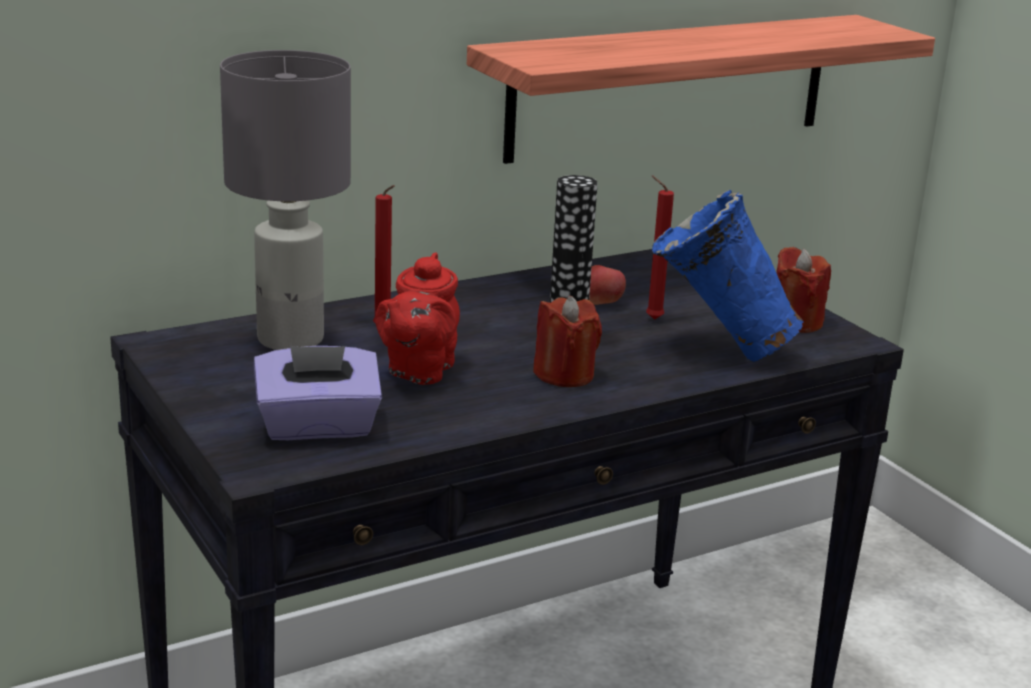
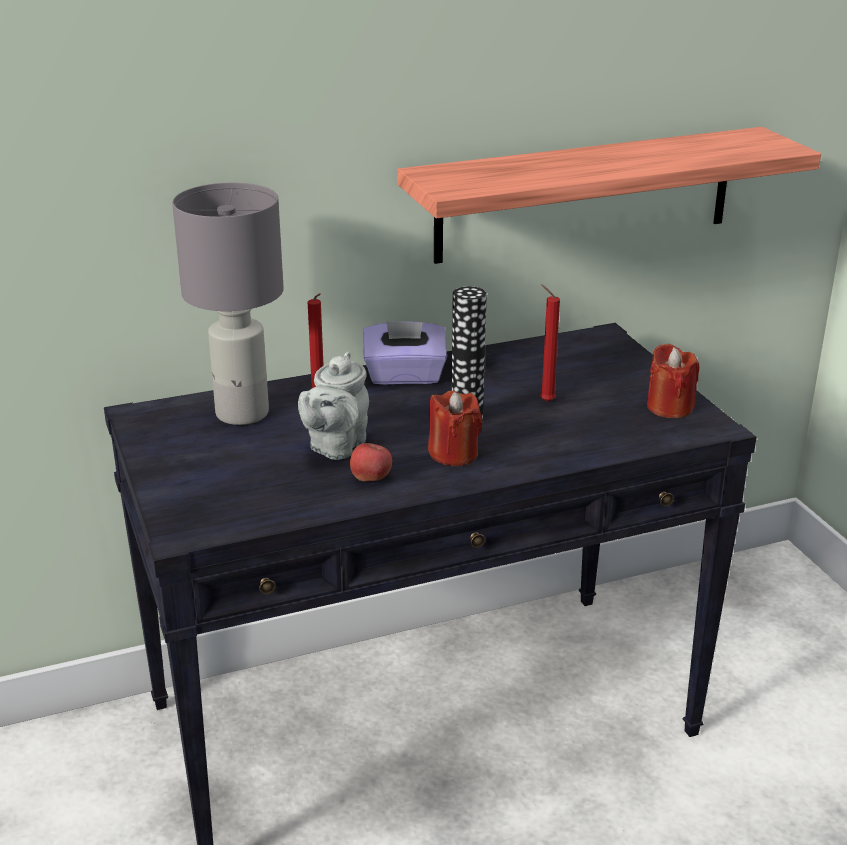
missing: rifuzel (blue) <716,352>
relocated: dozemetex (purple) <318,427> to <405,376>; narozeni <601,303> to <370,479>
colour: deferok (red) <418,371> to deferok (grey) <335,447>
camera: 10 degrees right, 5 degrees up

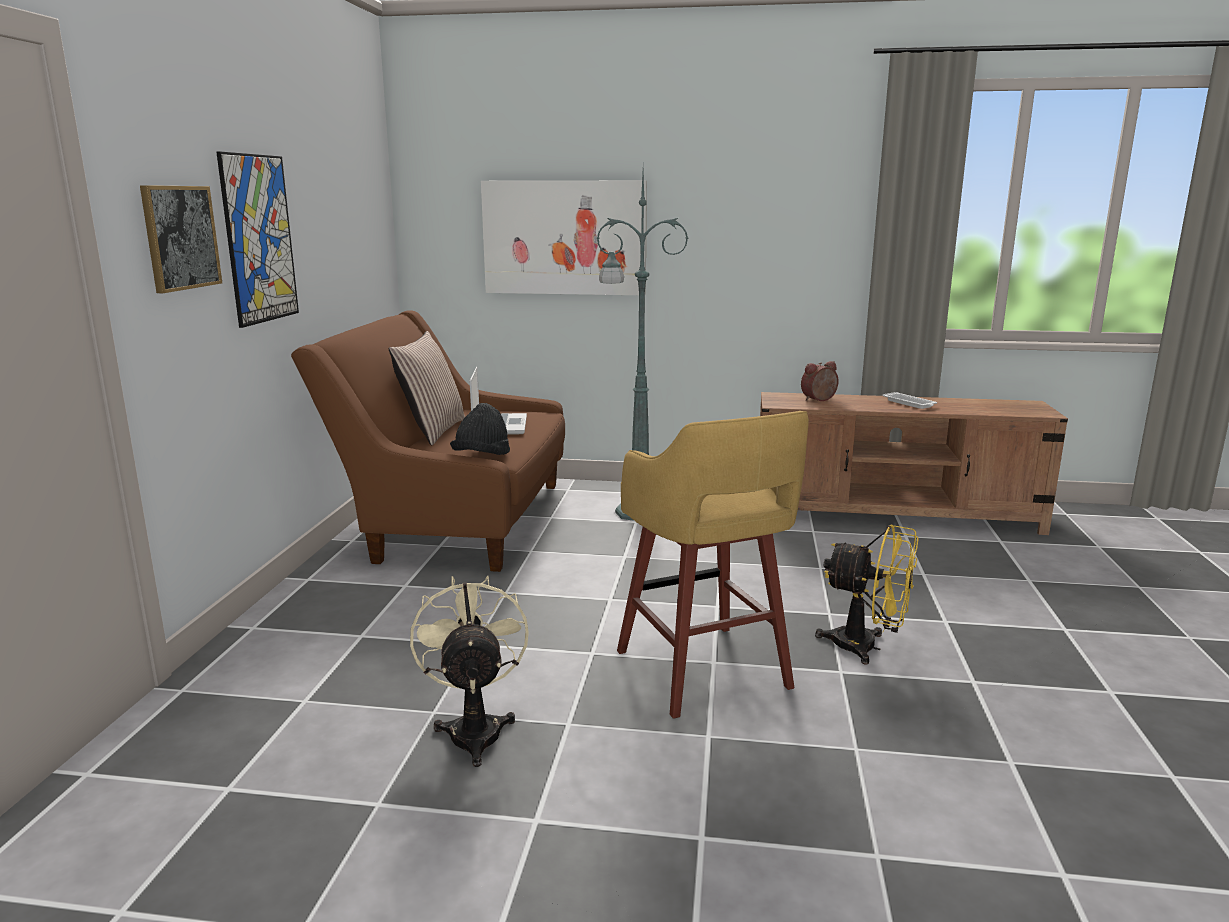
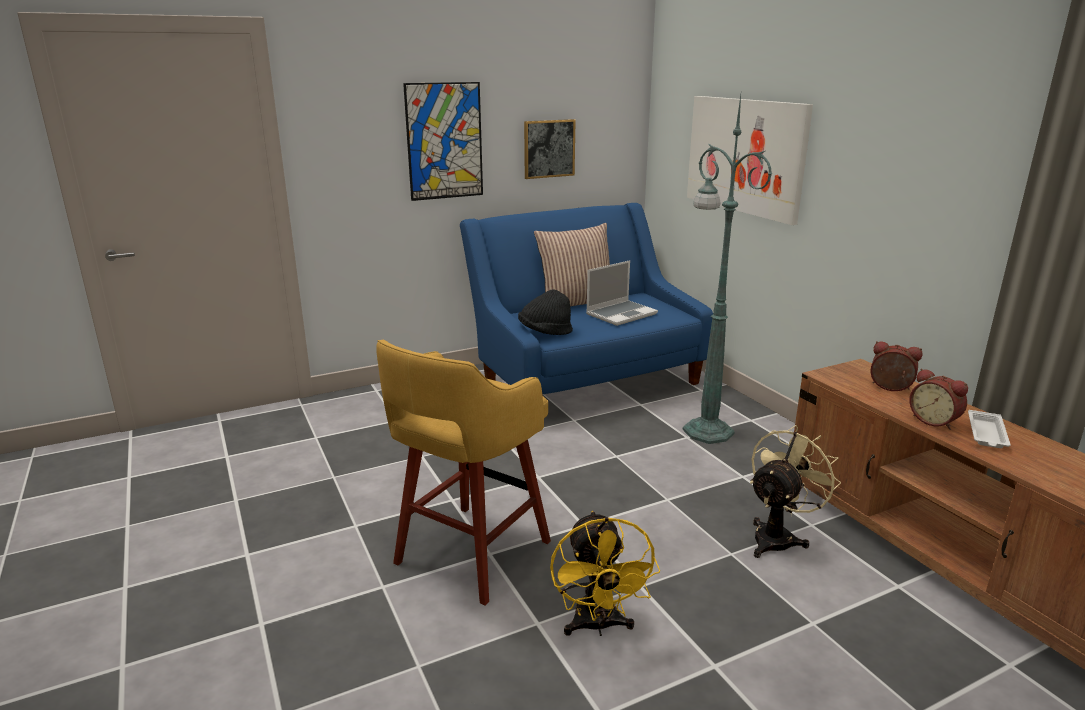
appeared: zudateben <934,421>
relocated: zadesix <180,237> to <549,148>; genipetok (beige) <475,729> to <778,537>
colour: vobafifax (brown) <457,520> to vobafifax (blue) <585,378>
camera: 55 degrees right, 5 degrees up

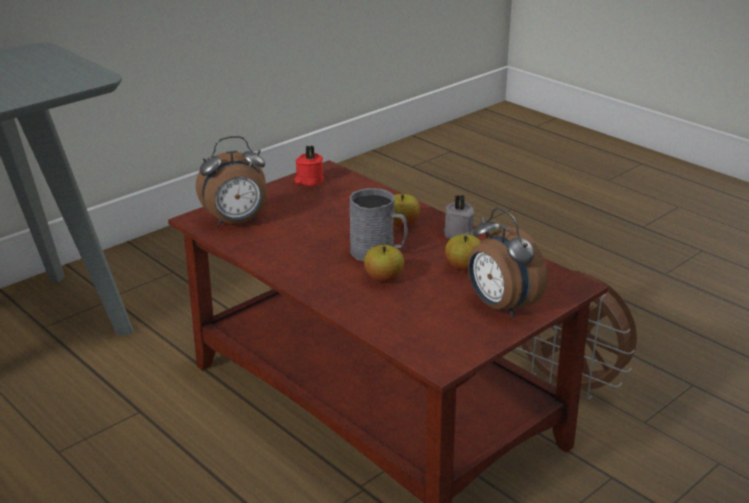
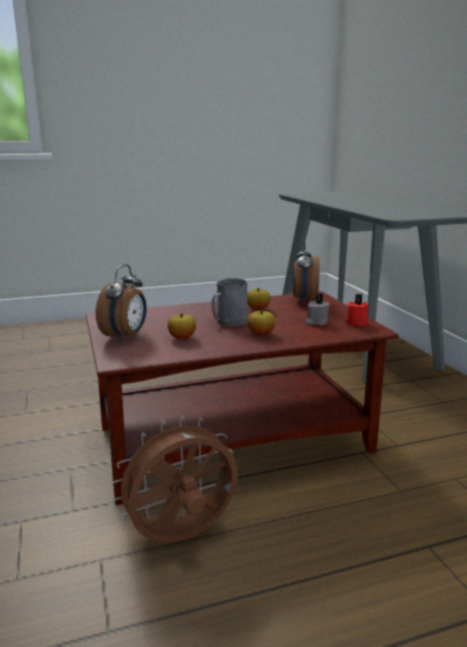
relocated: narozeni <384,278> to <258,309>; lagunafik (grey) <459,234> to <316,322>
spun: zudateben <500,306> = <126,336> 120 degrees clockwise
camera: 115 degrees right, 10 degrees down

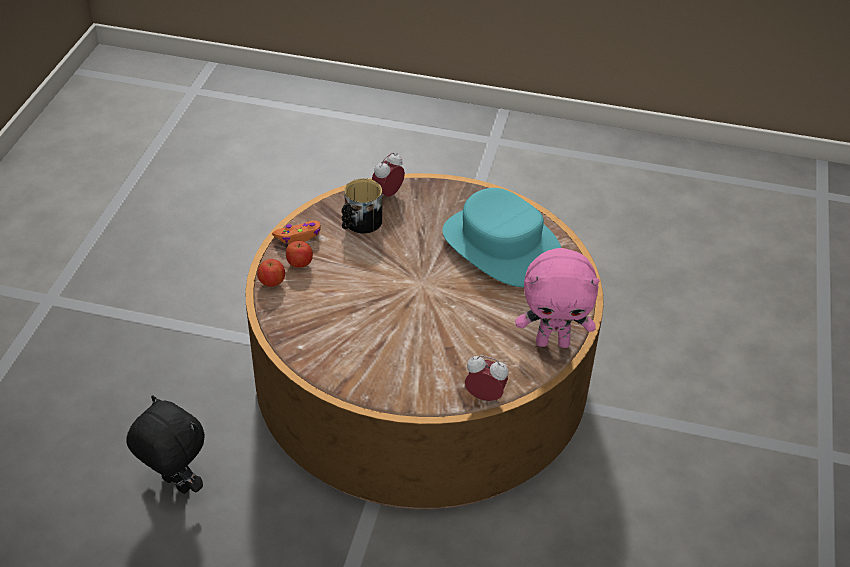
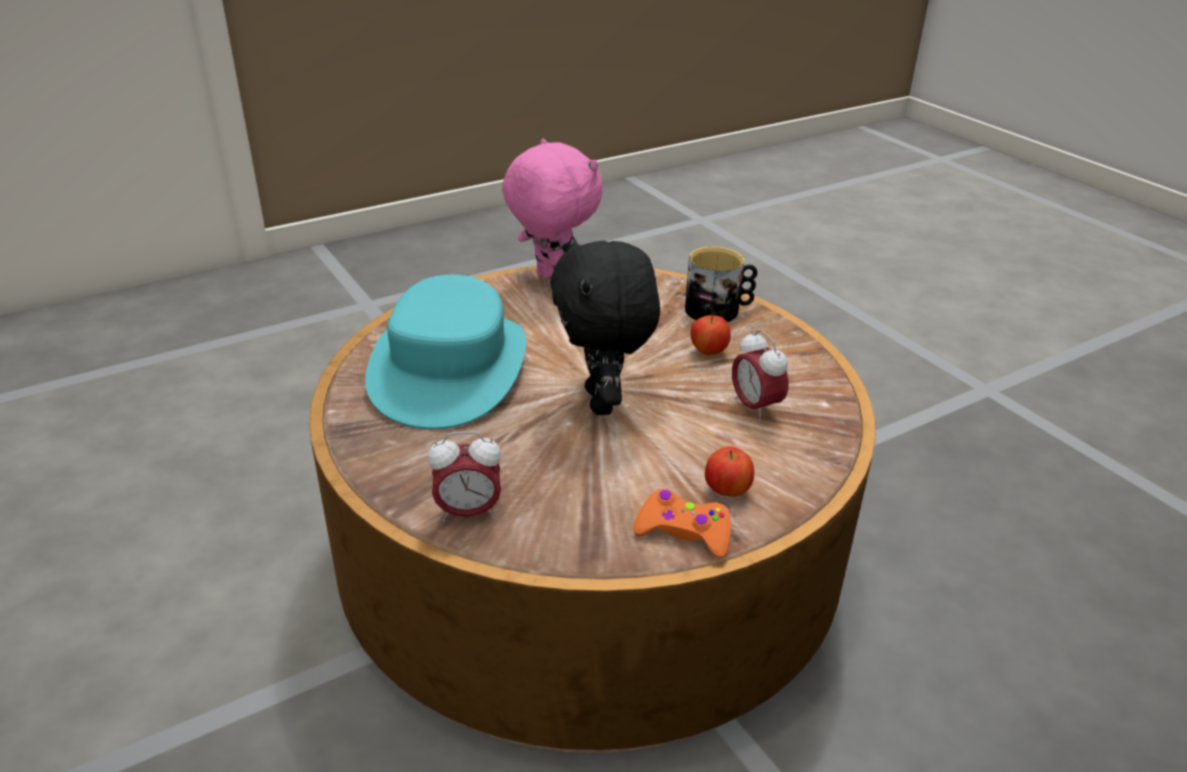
relocated: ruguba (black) <174,485> to <603,402>; narozeni <272,283> to <708,352>; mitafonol <360,223> to <718,310>; zudateben <485,396> to <755,407>
camera: 135 degrees left, 10 degrees down

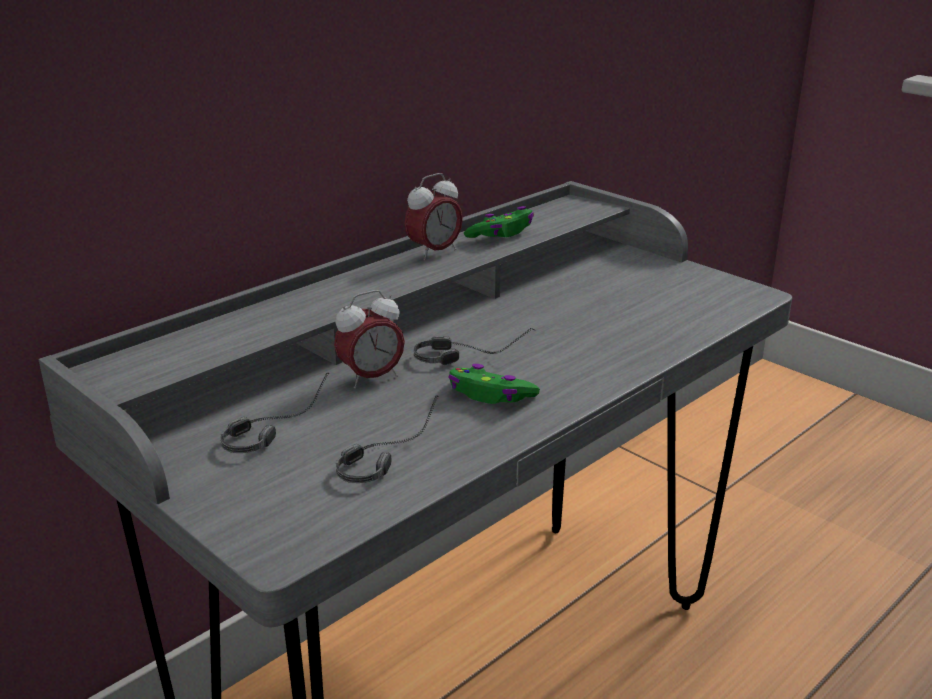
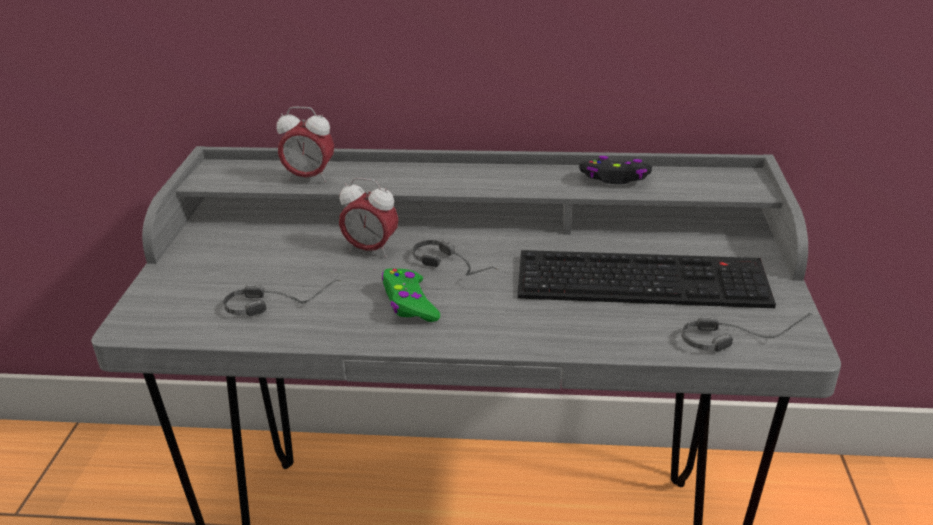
appeared: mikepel <644,278>
relocated: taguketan <275,425> to <741,336>; zudateben <434,252> to <309,178>
colour: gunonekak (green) <501,233> to gunonekak (black) <615,178>
camera: 50 degrees right, 5 degrees up

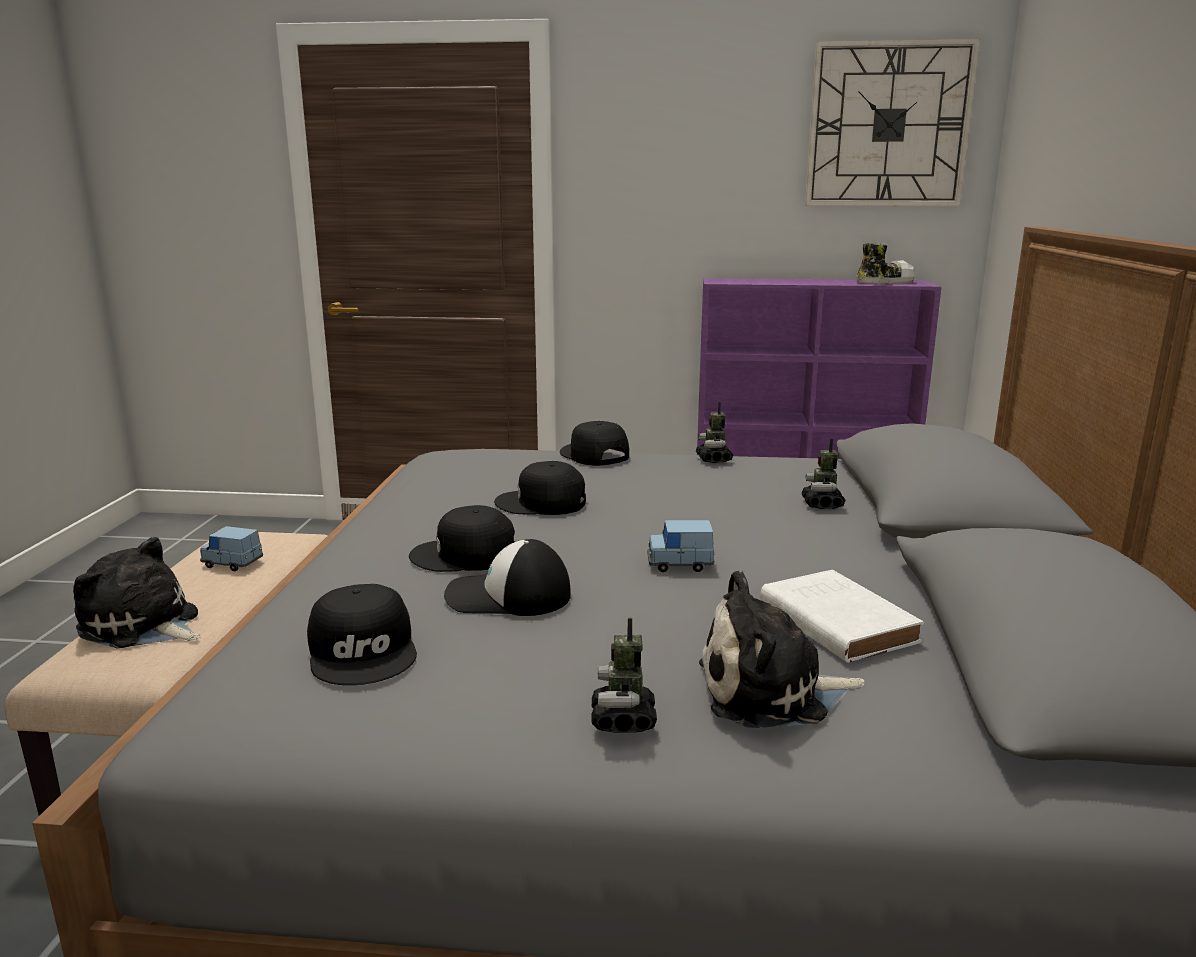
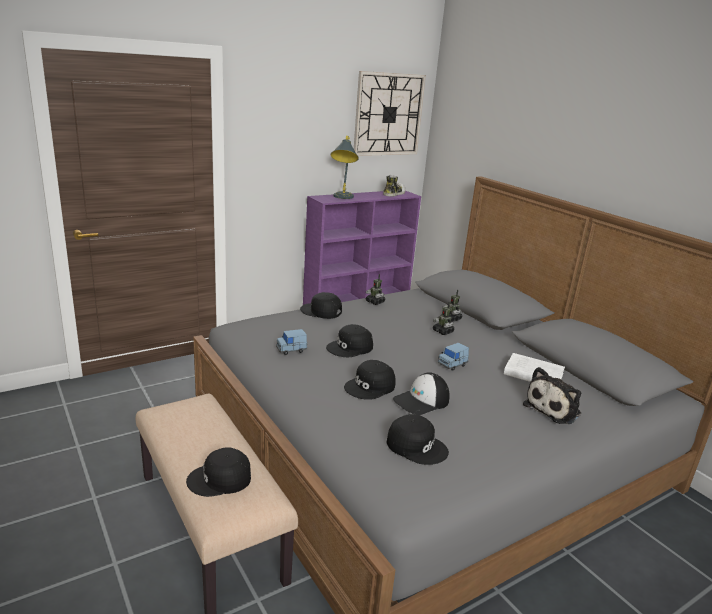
appeared: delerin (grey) <342,198>
relocated: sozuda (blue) <232,563> to <291,349>; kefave <623,720> to <443,331>
exchanged: ruguba <143,626> to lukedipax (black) <220,479>
camera: 40 degrees left, 5 degrees up

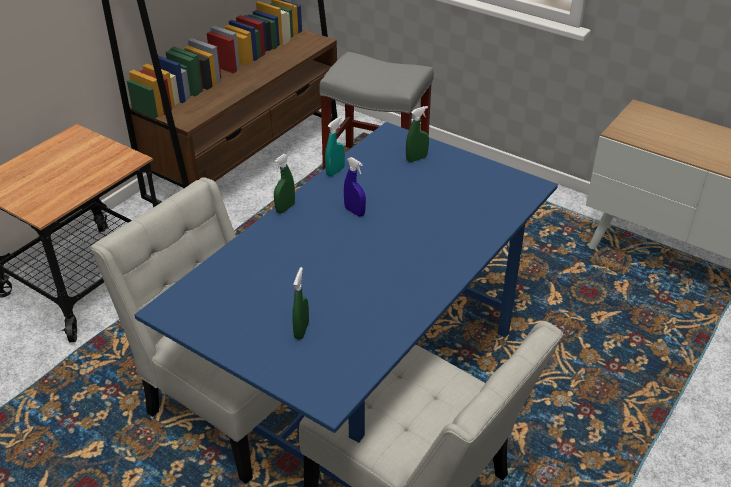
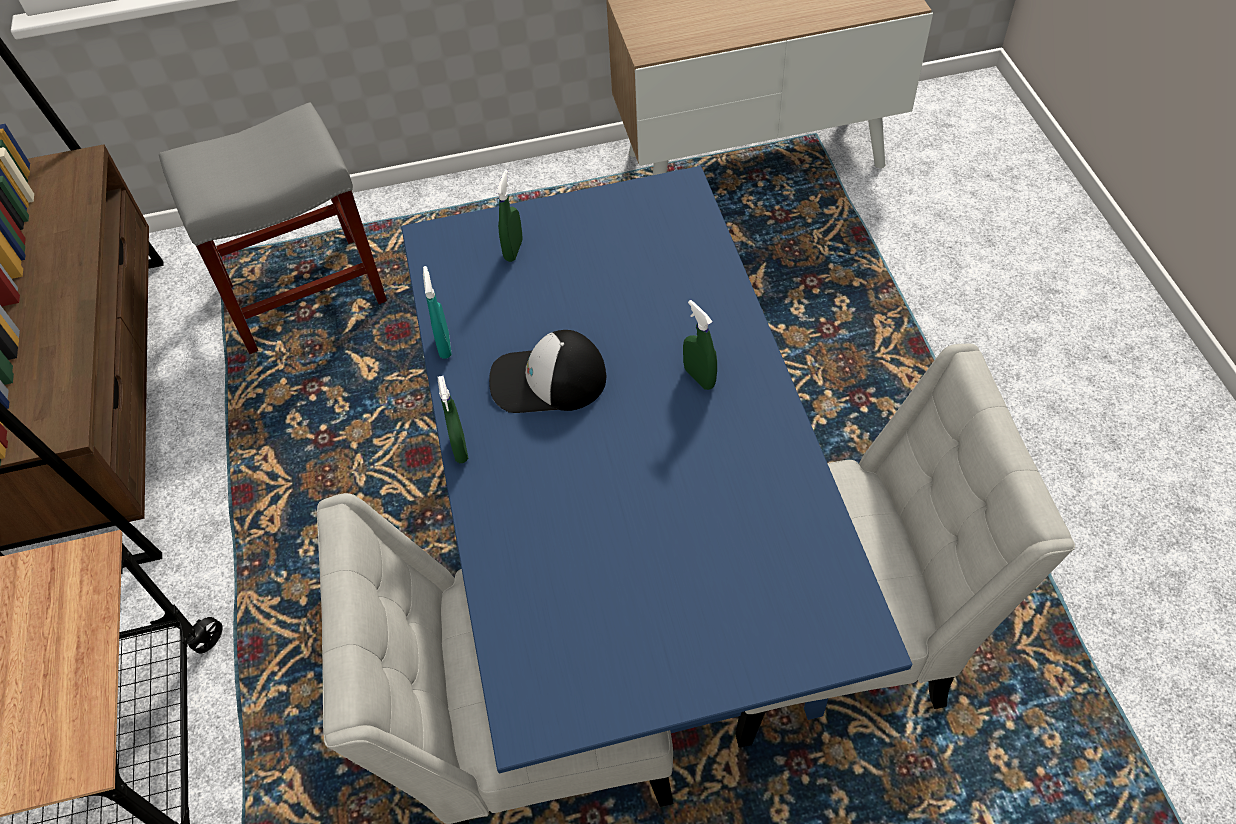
relocated: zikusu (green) <301,330> to <699,377>
exchanged: zikusu (blue) <354,211> to lukedipax <547,381>
camera: 45 degrees left, 15 degrees up

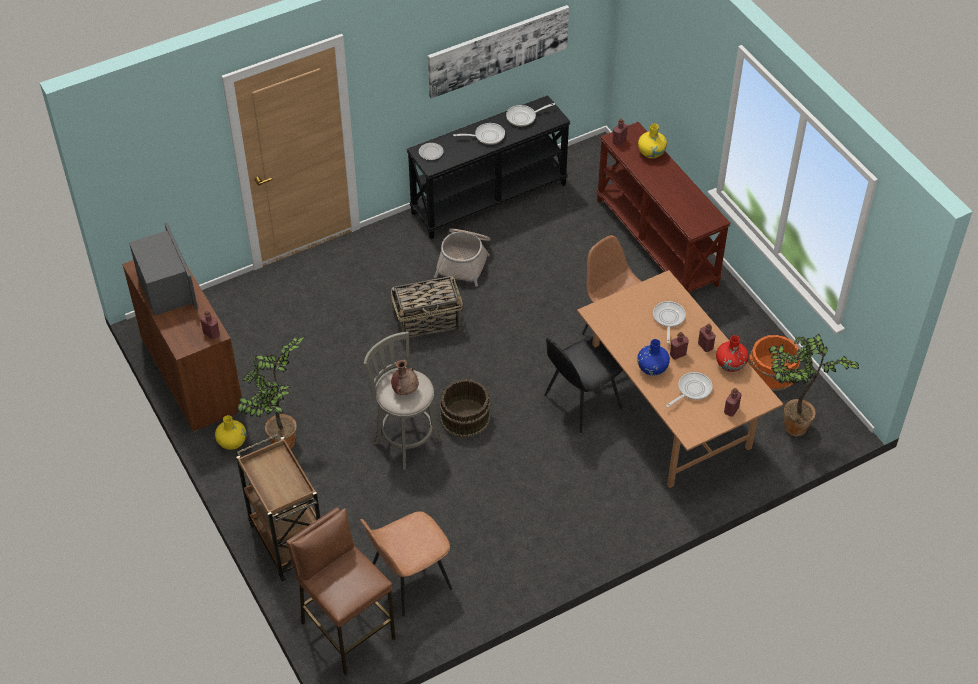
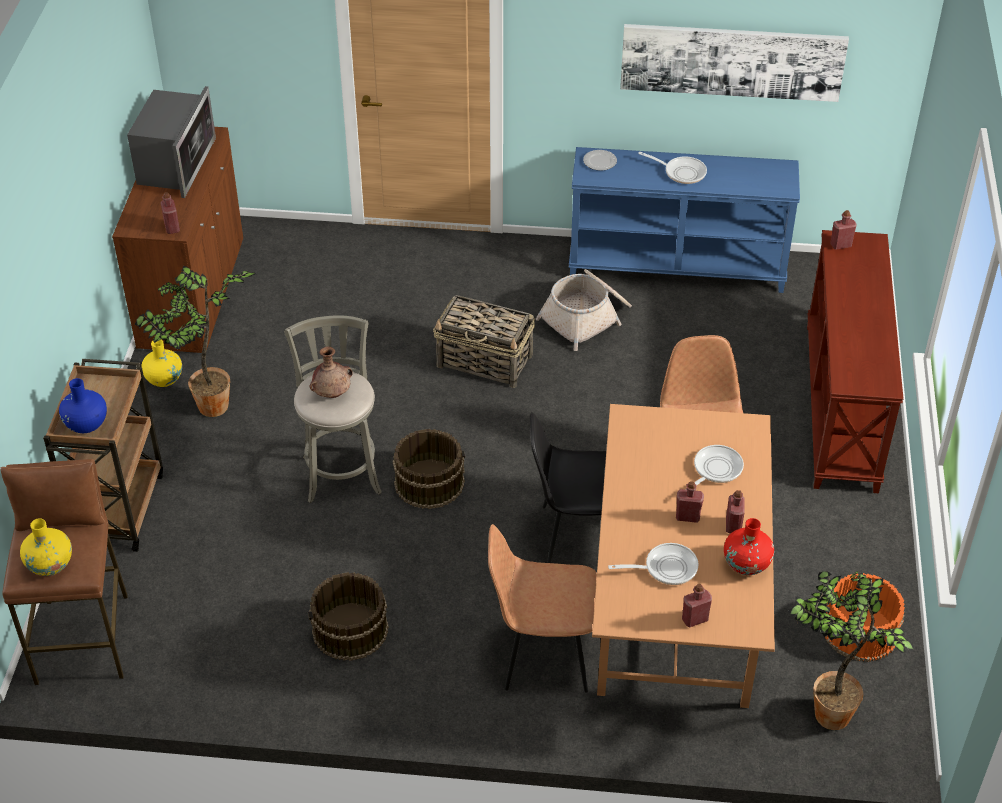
missing: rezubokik <524,117>
appeared: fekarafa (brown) <350,631>
relocated: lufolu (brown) <408,580> to <543,653>; rifuzel (blue) <652,368> to <86,424>; rifuzel (yellow) <651,153> to <50,564>
colour: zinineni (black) <489,198> to zinineni (blue) <677,266>
camera: 35 degrees right, 5 degrees down

